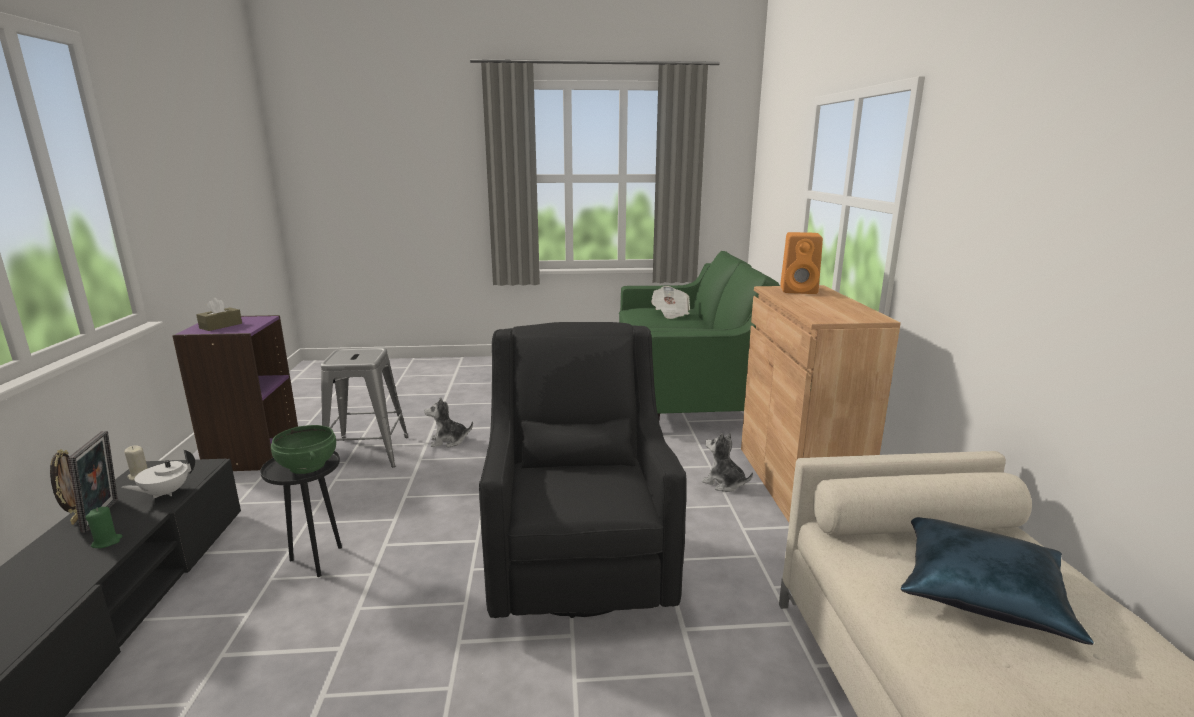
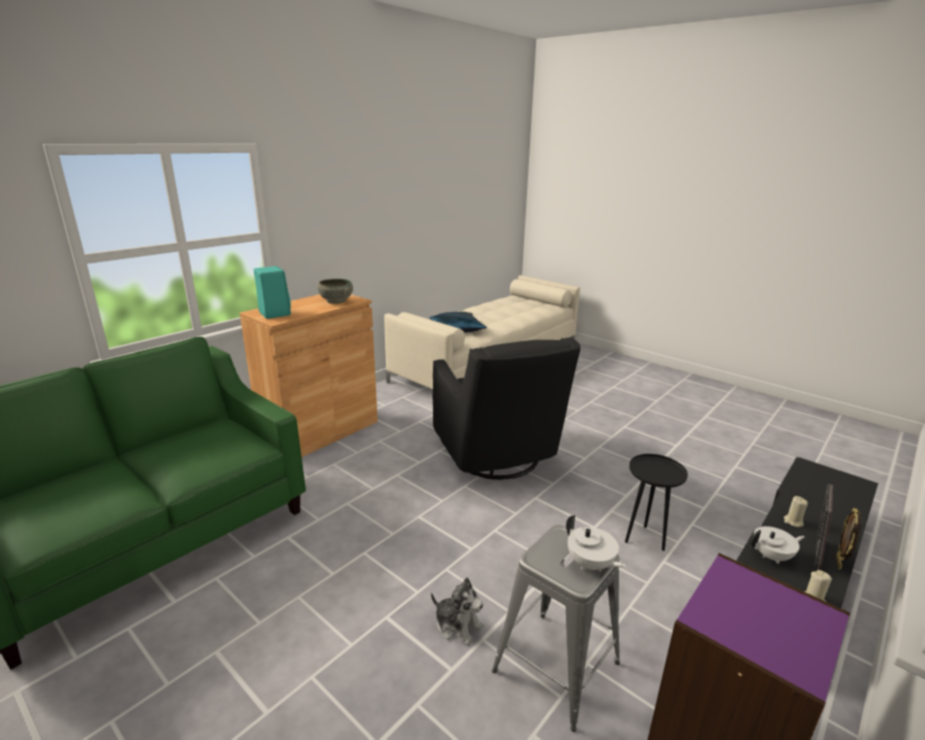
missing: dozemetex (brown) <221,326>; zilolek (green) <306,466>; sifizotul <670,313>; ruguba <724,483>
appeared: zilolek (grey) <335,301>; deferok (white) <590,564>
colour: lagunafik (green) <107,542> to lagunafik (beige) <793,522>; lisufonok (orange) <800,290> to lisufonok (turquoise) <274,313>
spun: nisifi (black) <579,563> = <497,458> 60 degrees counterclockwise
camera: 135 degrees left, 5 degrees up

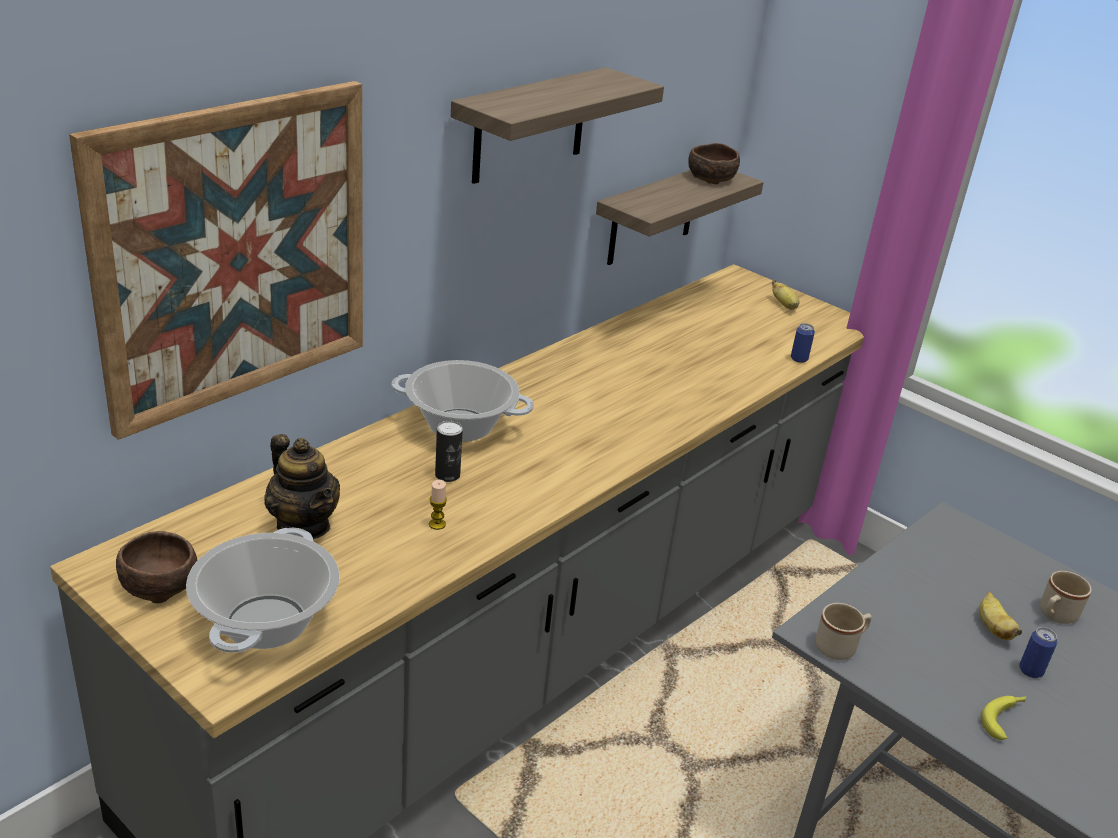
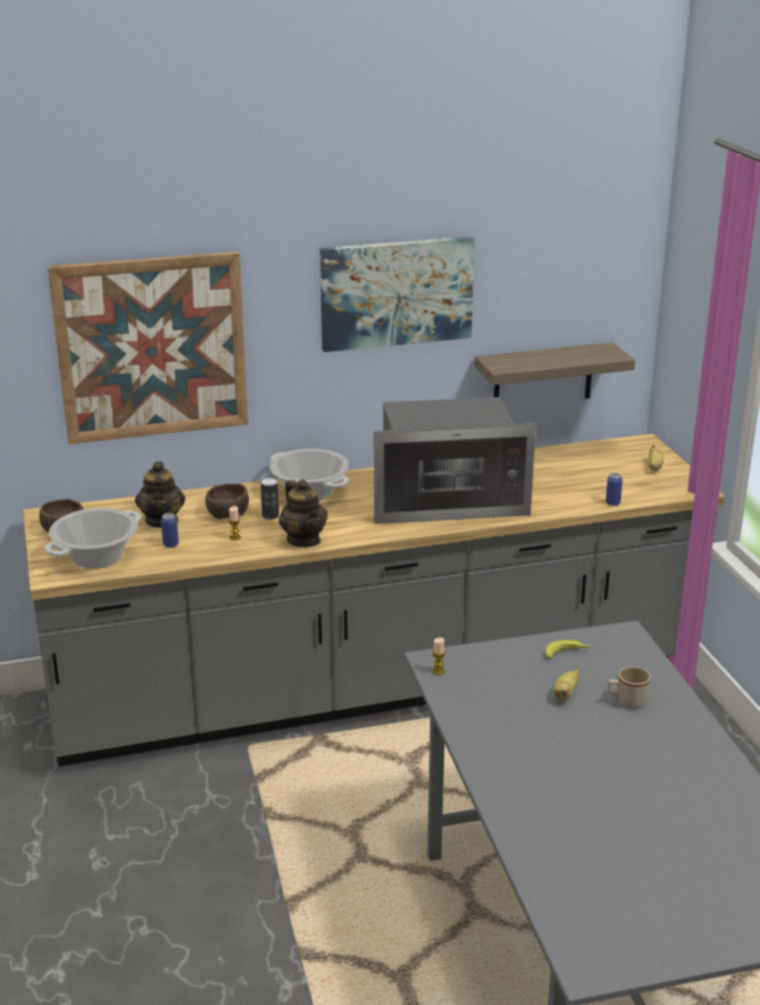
appeared: deferok <304,540>; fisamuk <446,501>
relocated: zilolek (brown) <711,179> to <227,513>; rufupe <1004,718> to <567,653>; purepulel <1030,671> to <170,544>
exchanged: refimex <530,125> to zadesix <396,292>; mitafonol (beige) <840,646> to lagunafik <438,671>
camera: 35 degrees right, 5 degrees down

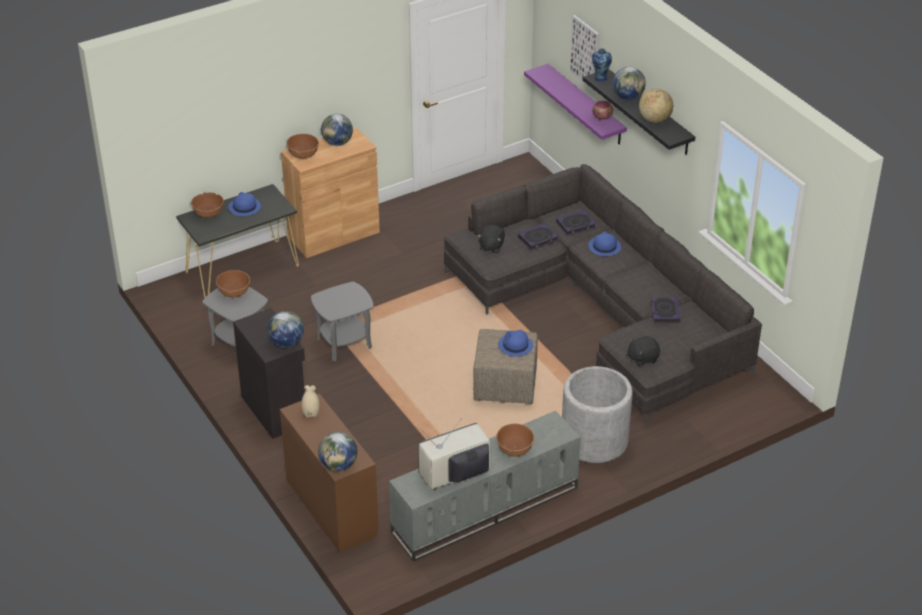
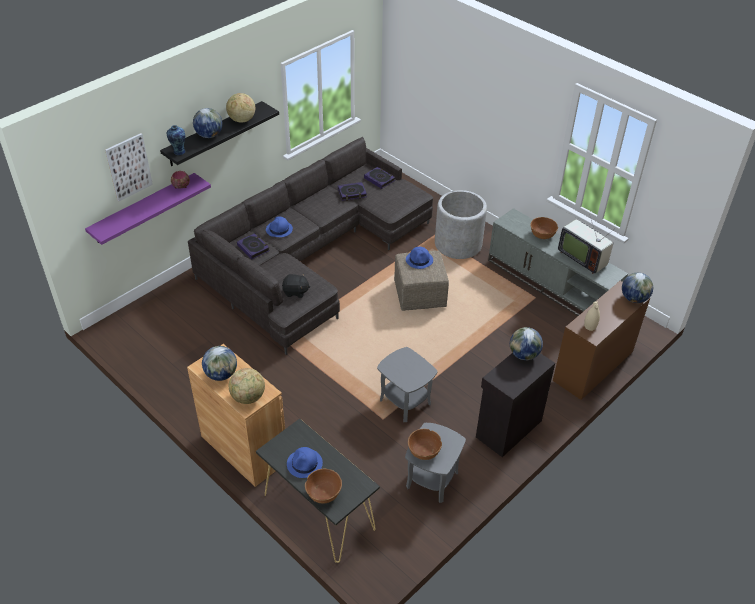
missing: ruguba (black) <642,358>
relocated: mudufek <538,239> to <379,179>
exchanged: zilolek (brown) <303,154> to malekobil <248,397>
camera: 105 degrees left, 5 degrees up

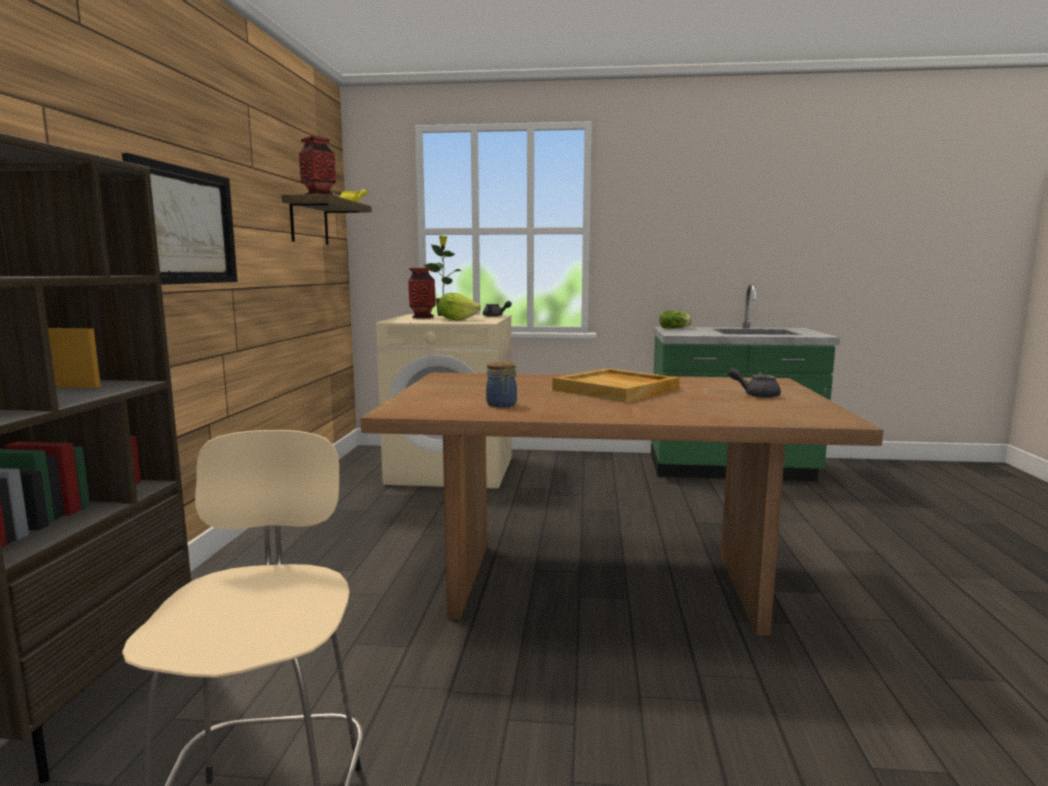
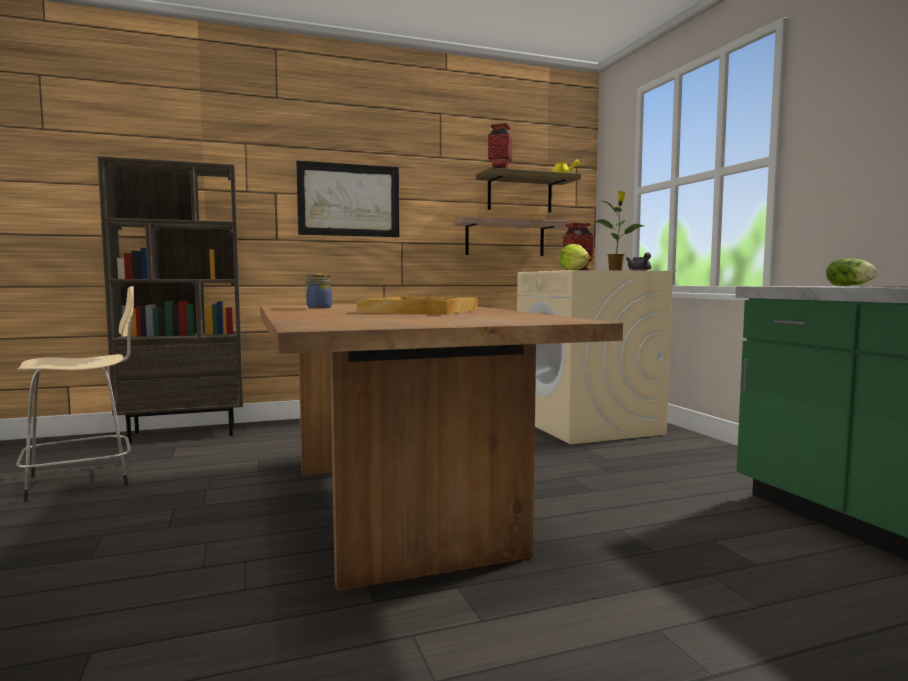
missing: deferok (grey) <756,395>
appeared: refimex <505,238>
camera: 65 degrees right, 5 degrees down

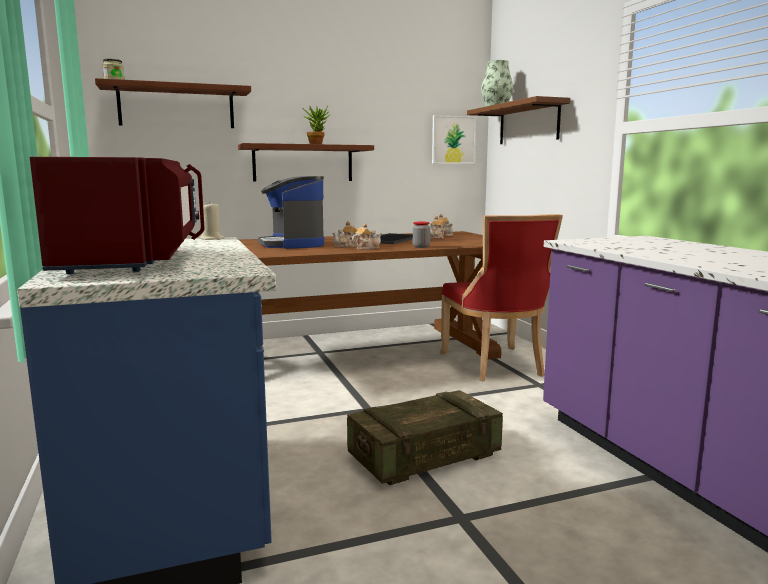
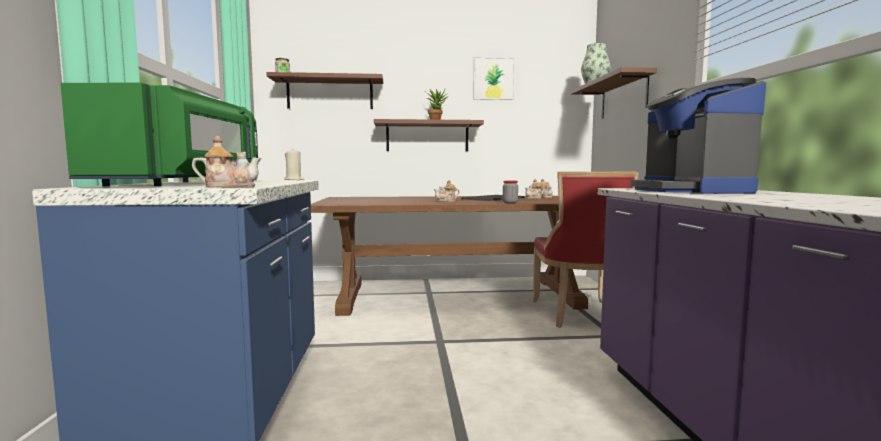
missing: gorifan <424,457>
relocated: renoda <292,244> to <691,191>; deferok <367,248> to <229,186>; zadesix <453,140> to <494,78>
colour: fisamuk (red) <134,261> to fisamuk (green) <183,184>
camera: 15 degrees right, 5 degrees down

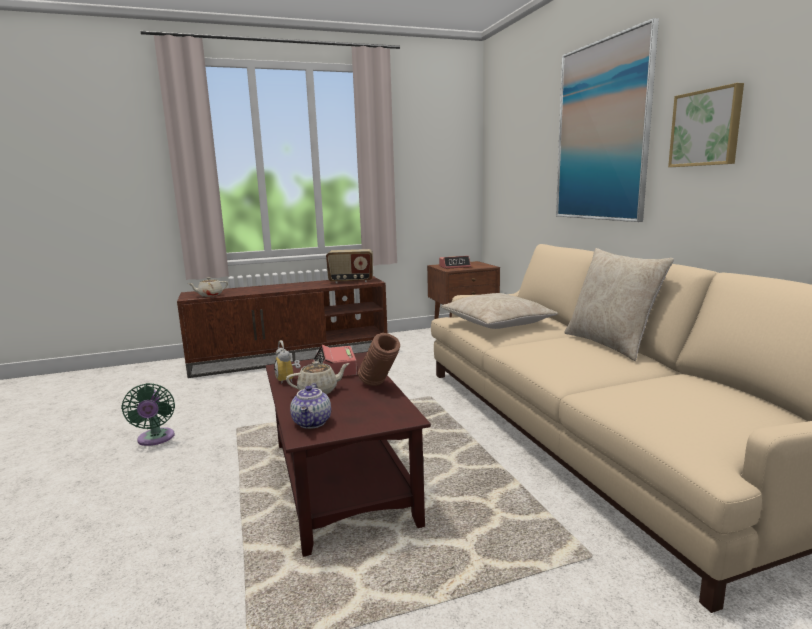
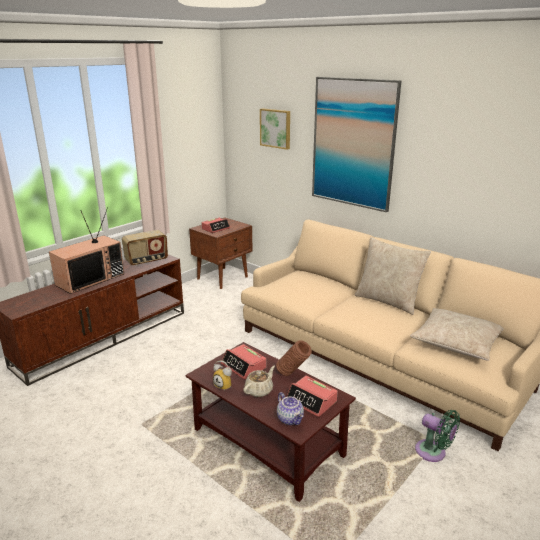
missing: deferok (beige) <210,295>
appeared: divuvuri <90,279>; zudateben <311,401>
relocated: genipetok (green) <155,439> to <433,452>; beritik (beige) <496,322> to <456,342>; zadesix <706,128> to <276,128>
camera: 30 degrees left, 10 degrees up

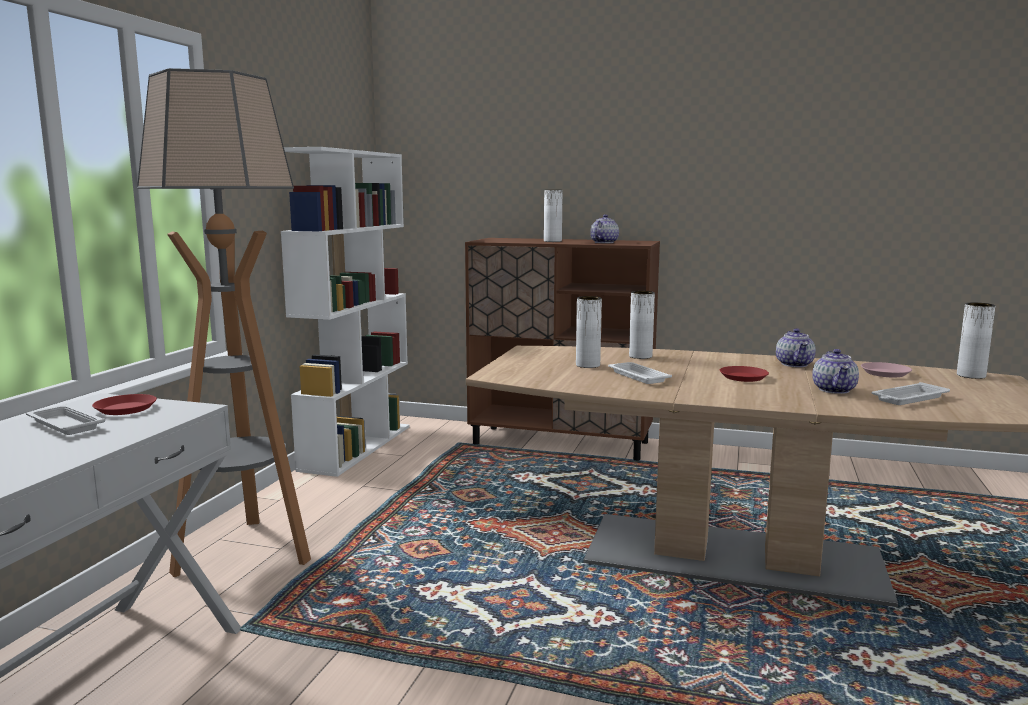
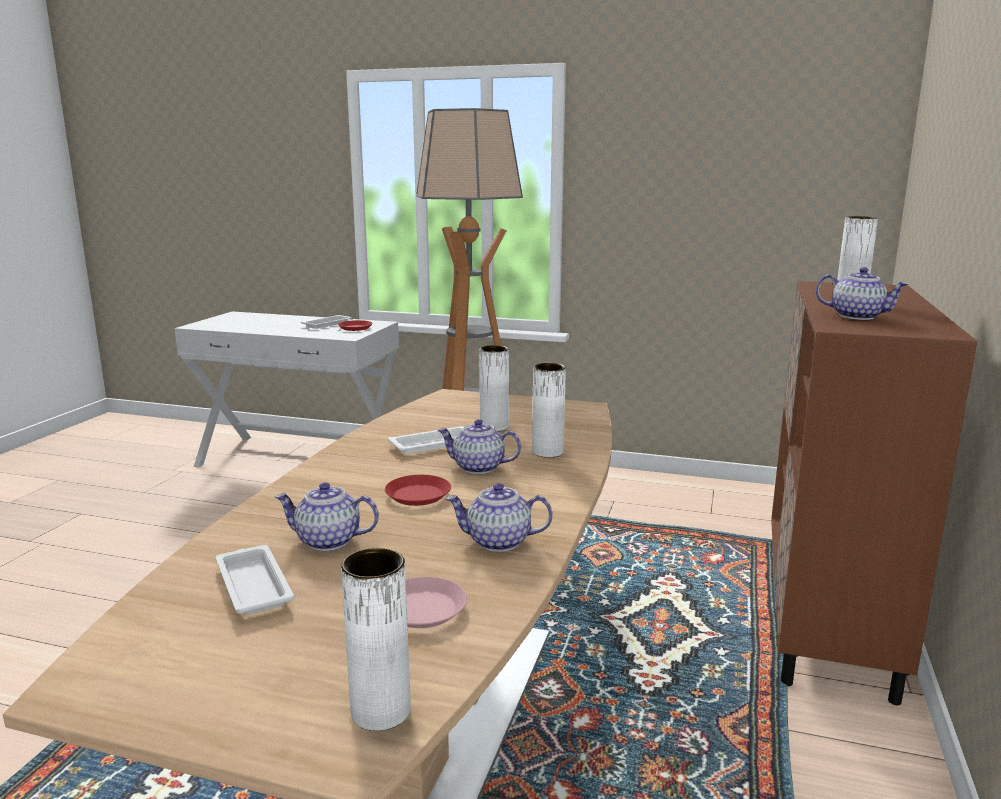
missing: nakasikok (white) <356,447>
appeared: deferok <478,467>
camera: 90 degrees right, 5 degrees up

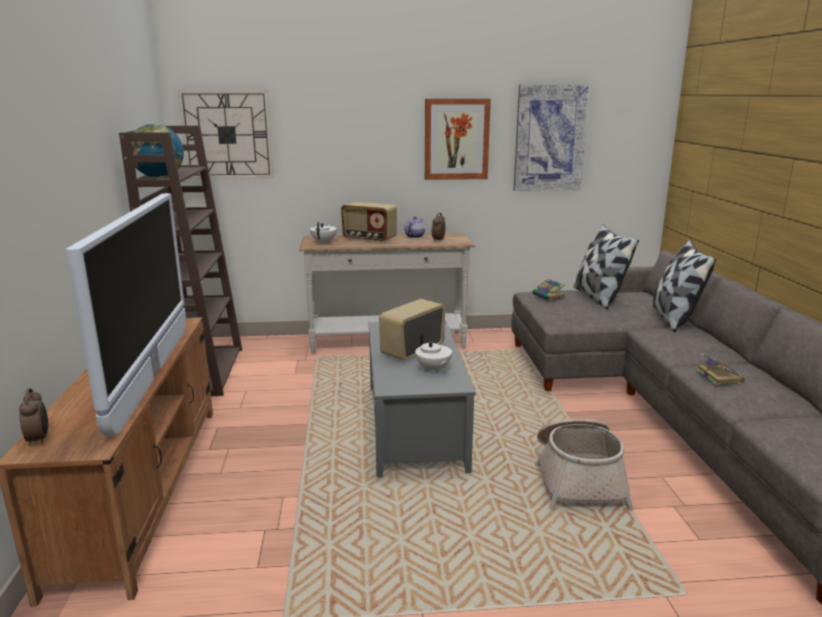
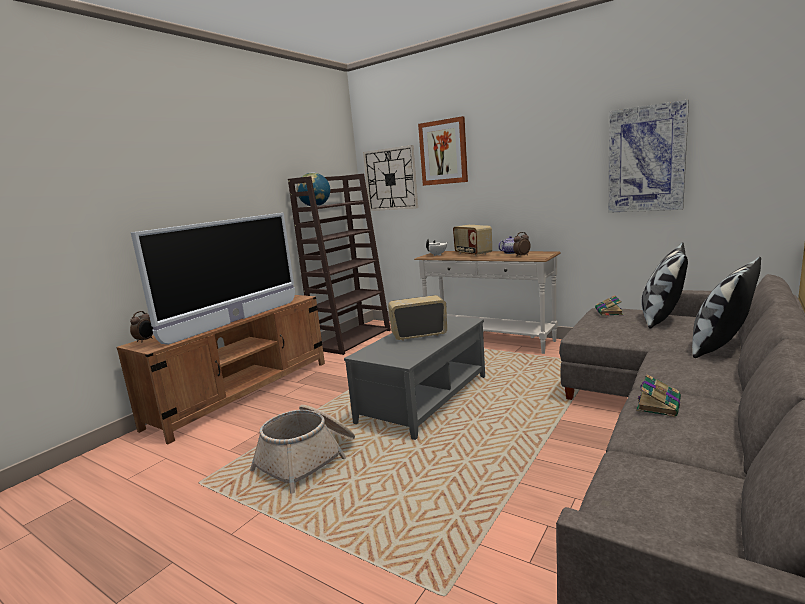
missing: deferok (white) <433,369>
relocated: zadesix <456,139> to <443,152>; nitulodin <578,478> to <308,459>
camera: 40 degrees right, 5 degrees down

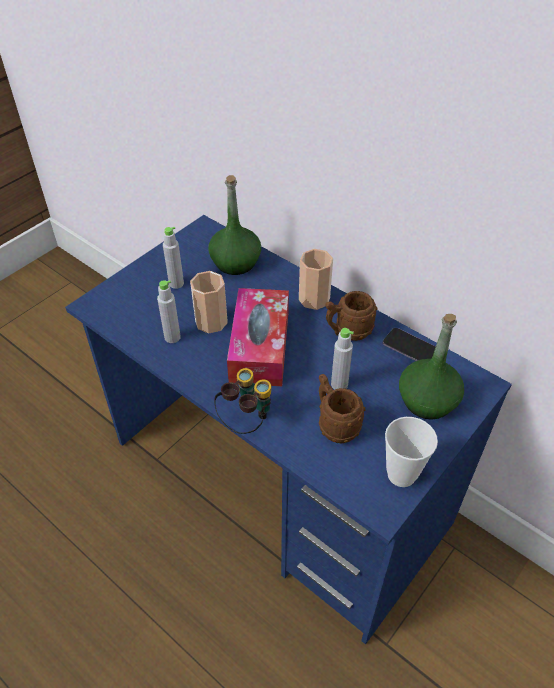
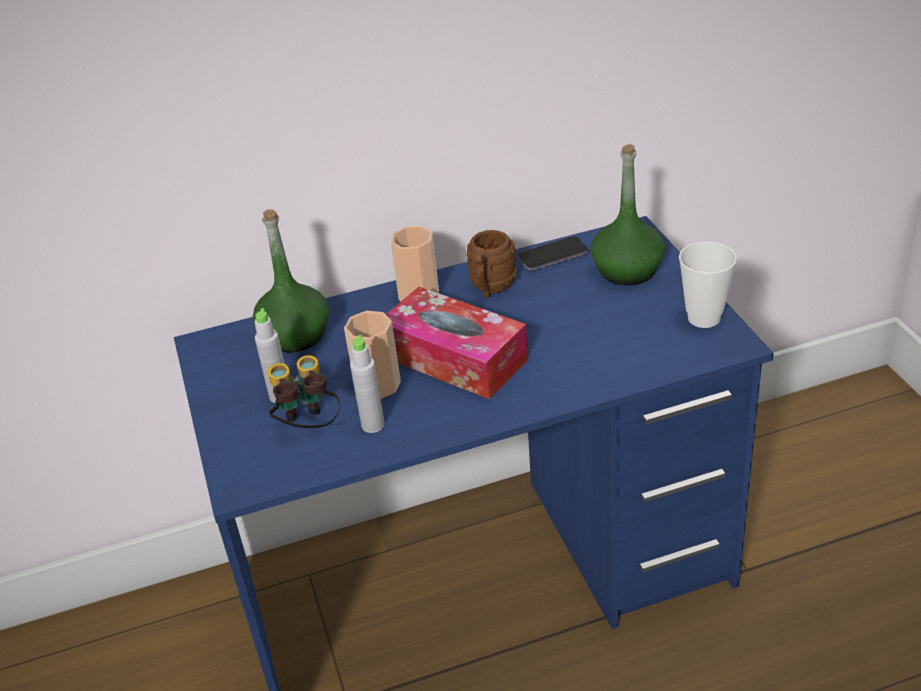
missing: mitafonol (brown) <335,425>; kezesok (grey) <339,384>
relocated: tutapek <245,421> to <308,428>
camera: 55 degrees left, 10 degrees down

